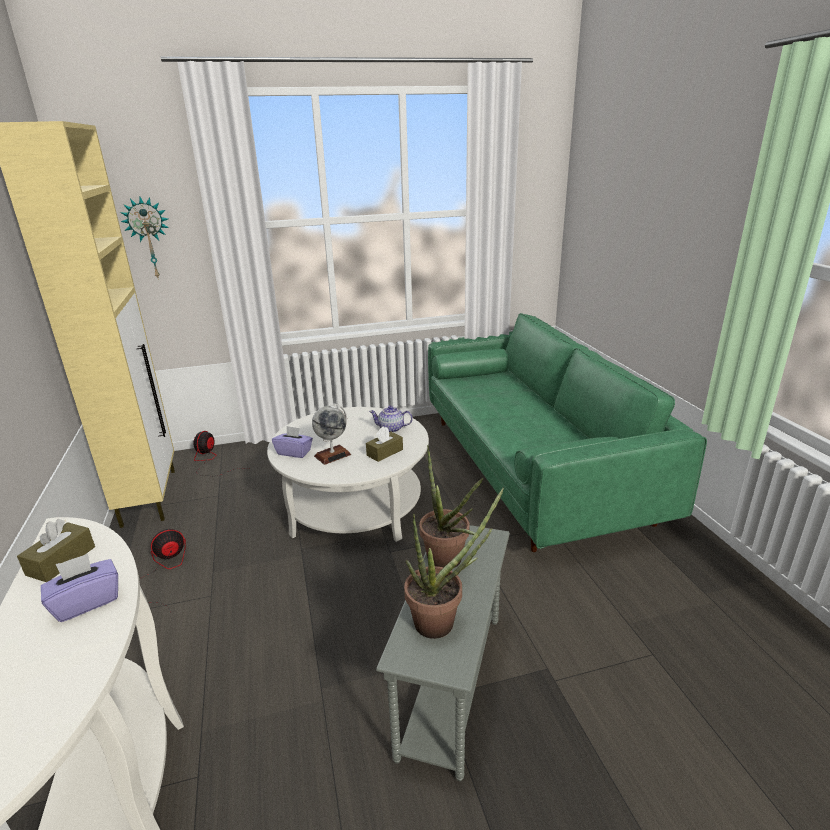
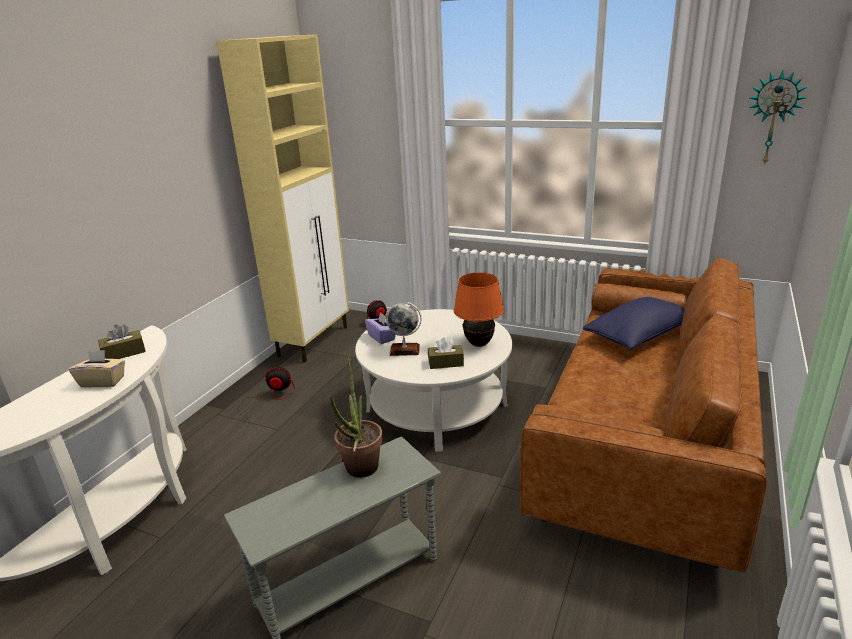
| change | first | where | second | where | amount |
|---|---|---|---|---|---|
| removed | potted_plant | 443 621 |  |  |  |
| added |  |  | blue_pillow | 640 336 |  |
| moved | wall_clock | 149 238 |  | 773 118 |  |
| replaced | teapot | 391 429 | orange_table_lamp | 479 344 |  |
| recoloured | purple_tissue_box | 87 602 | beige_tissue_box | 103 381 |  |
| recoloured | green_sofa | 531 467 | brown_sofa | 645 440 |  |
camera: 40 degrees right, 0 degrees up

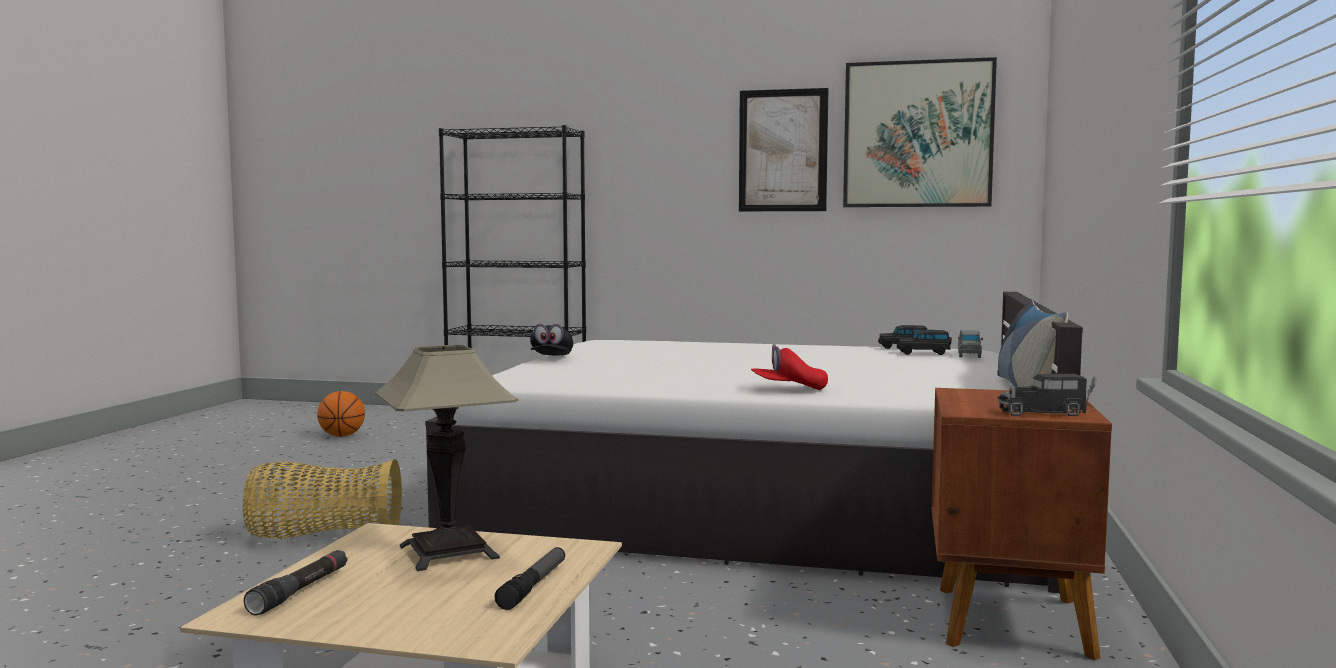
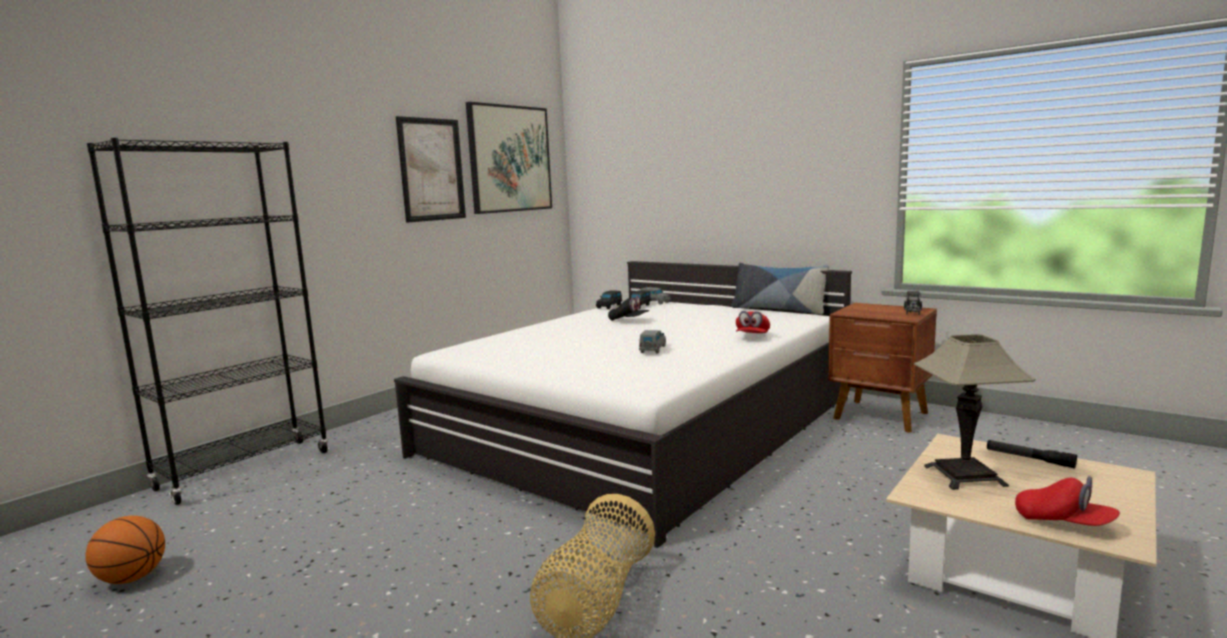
| change | first | where | second | where | amount |
|---|---|---|---|---|---|
| added |  |  | grey_toy_car | 652 350 |  |
| moved | black_cap | 551 358 |  | 628 321 |  |
| replaced | black_flashlight | 300 591 | red_cap | 1063 522 |  |
camera: 65 degrees left, 5 degrees up

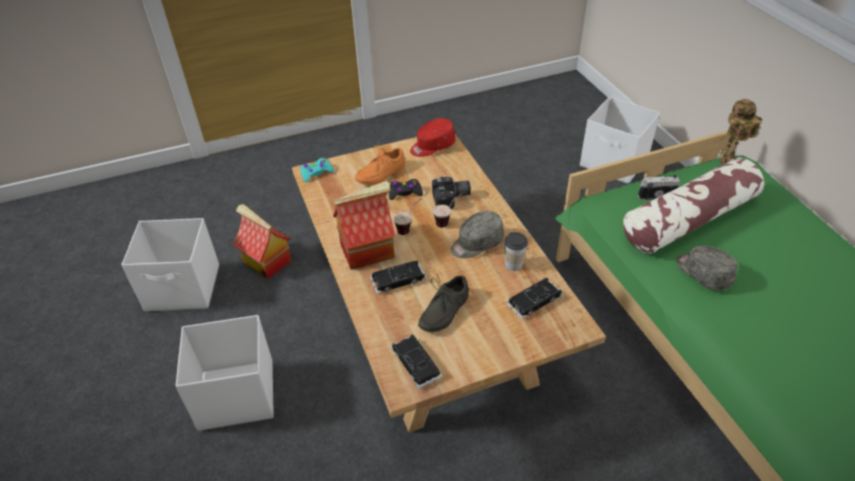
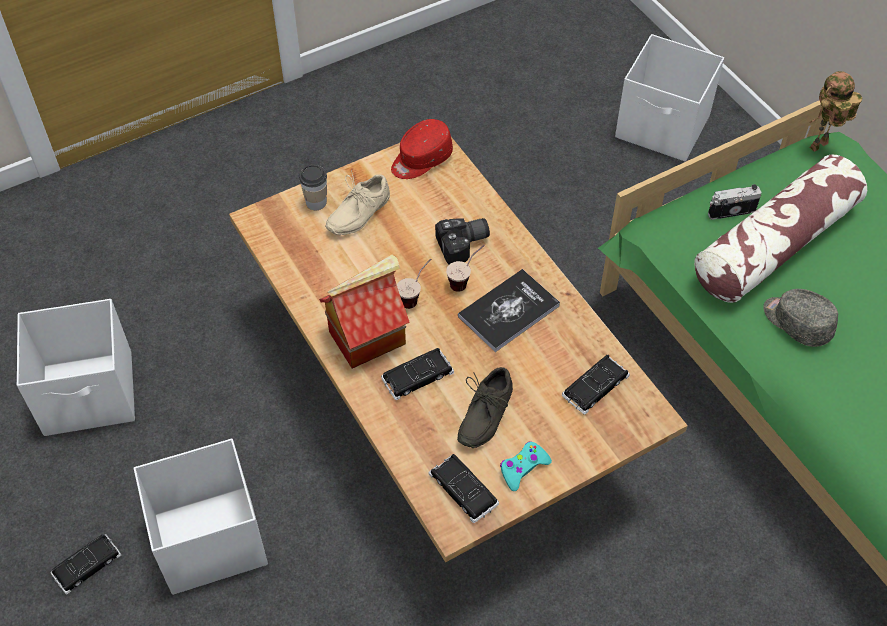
| change | first | where | second | where | amount |
|---|---|---|---|---|---|
| removed | toy_house | 266 262 |  |  |  |
| removed | black_game_controller | 404 193 |  |  |  |
| added |  |  | black_toy_car | 87 565 |  |
| moved | turquoise_game_controller | 316 173 |  | 523 468 |  |
| moved | cup | 513 264 |  | 316 202 |  |
| replaced | grey_cap | 476 243 | book | 508 311 |  |
| recoloured | orange_shoe | 379 173 | beige_shoe | 356 213 |  |
camera: 10 degrees left, 10 degrees up

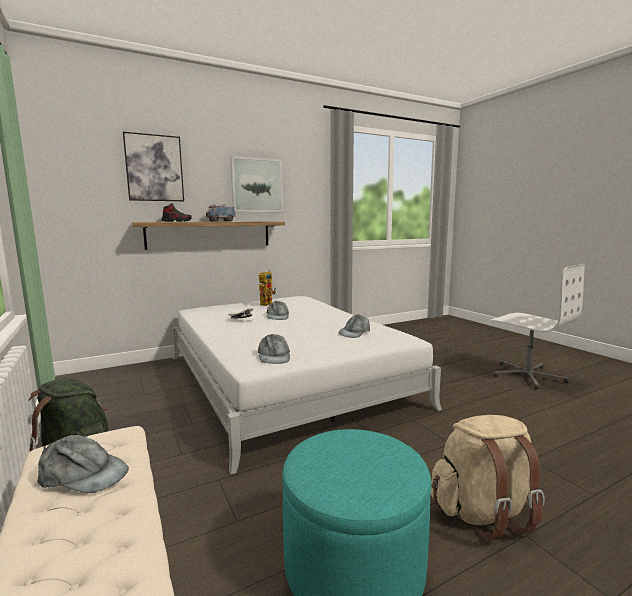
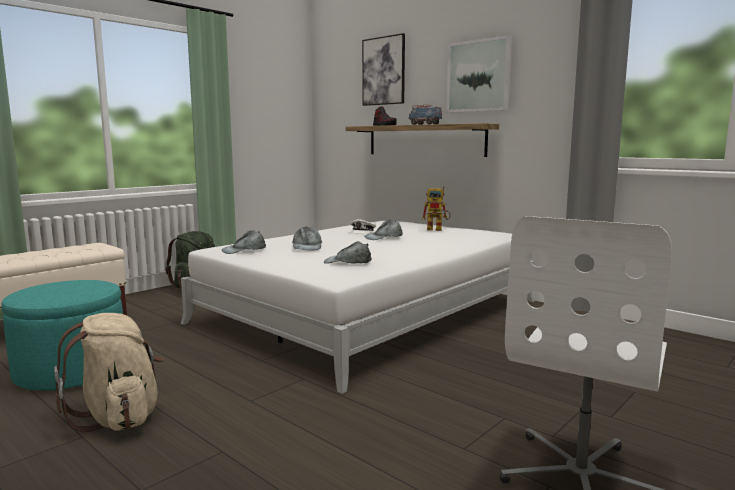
| change | first | where | second | where | amount |
|---|---|---|---|---|---|
| moved | grey_cap | 83 475 |  | 307 246 |  |
camera: 70 degrees right, 0 degrees up

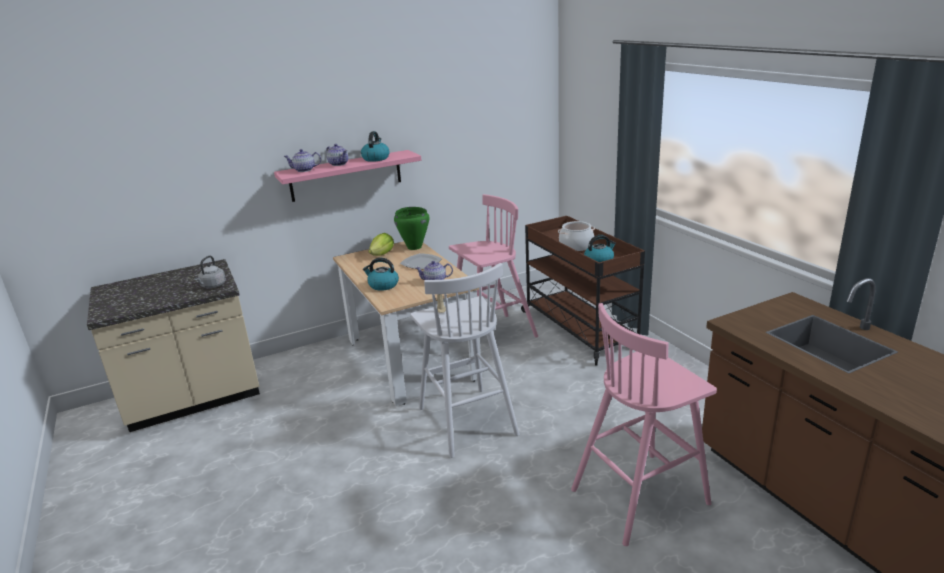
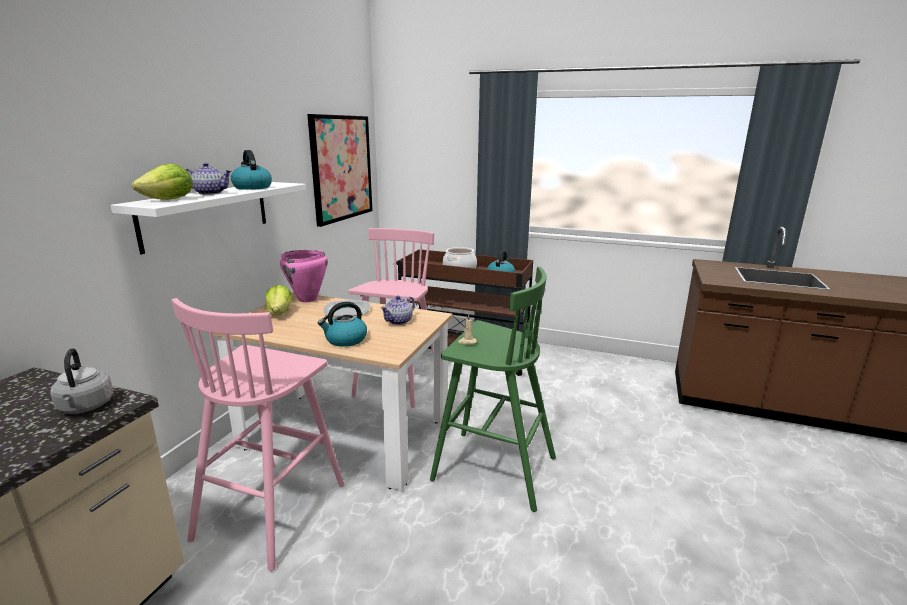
| change | first | where | second | where | amount |
|---|---|---|---|---|---|
| added |  |  | picture | 341 168 |  |
| moved | pink_stool | 641 496 |  | 273 509 |  |
| replaced | teapot | 304 170 | lettuce | 169 200 |  |
| recoloured | pink_shelf | 346 176 | white_shelf | 207 214 |  |
| recoloured | green_cooking_pot | 414 247 | pink_cooking_pot | 307 299 |  |
| recoloured | white_stool | 466 420 | green_stool | 492 468 |  |
camera: 45 degrees left, 5 degrees down

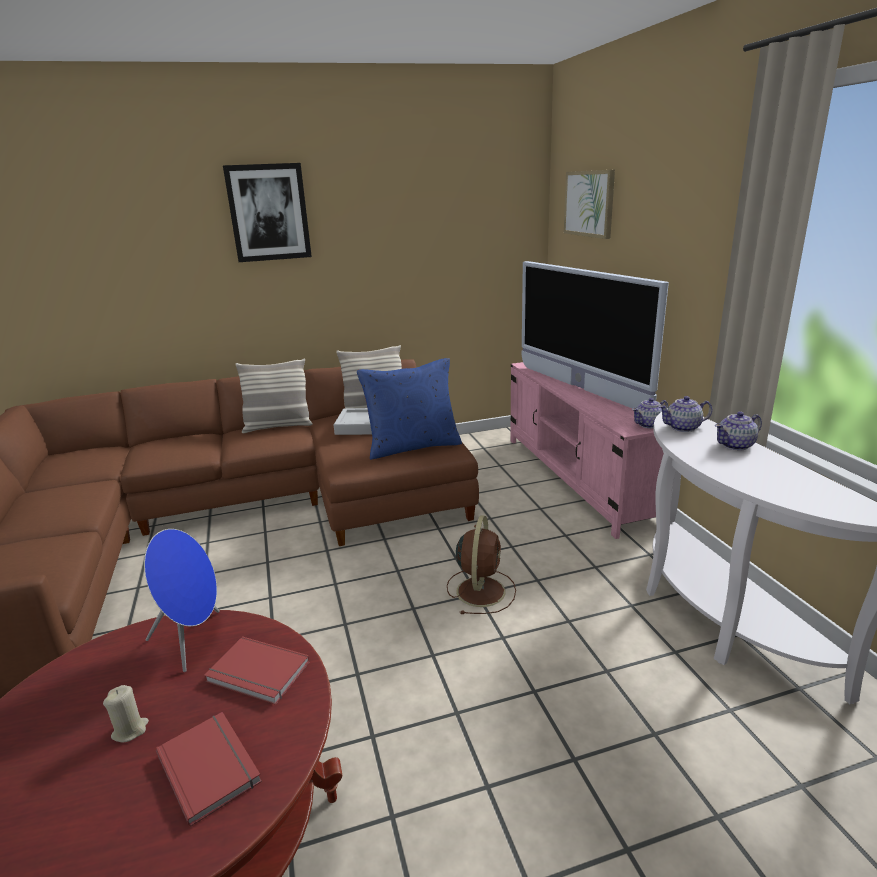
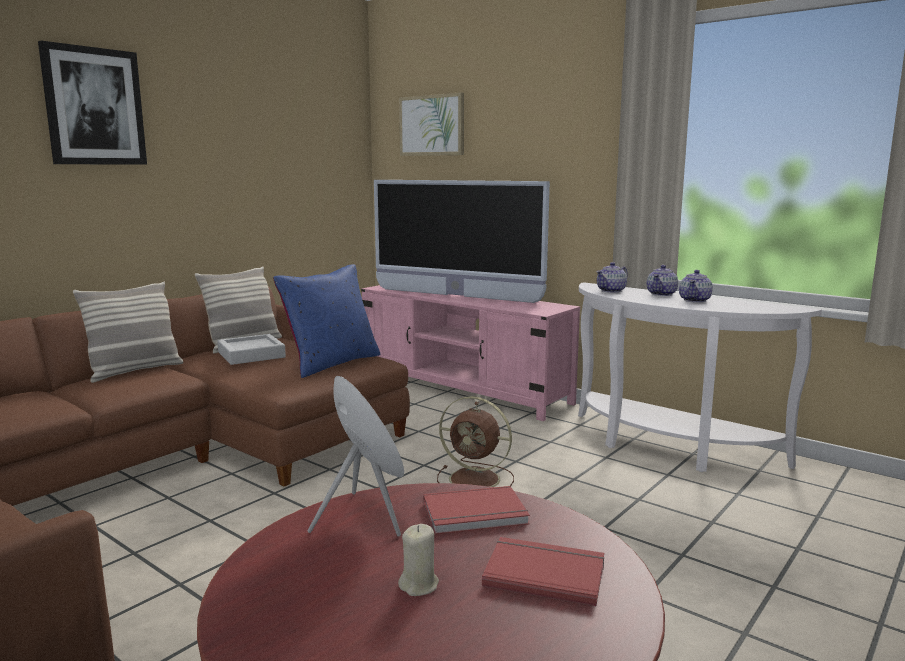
| change | first | where | second | where | amount |
|---|---|---|---|---|---|
| moved | teapot | 649 424 |  | 695 300 |  |
| turned | brown_fan | 481 590 |  | 476 480 | 135 degrees clockwise |
camera: 35 degrees left, 10 degrees down

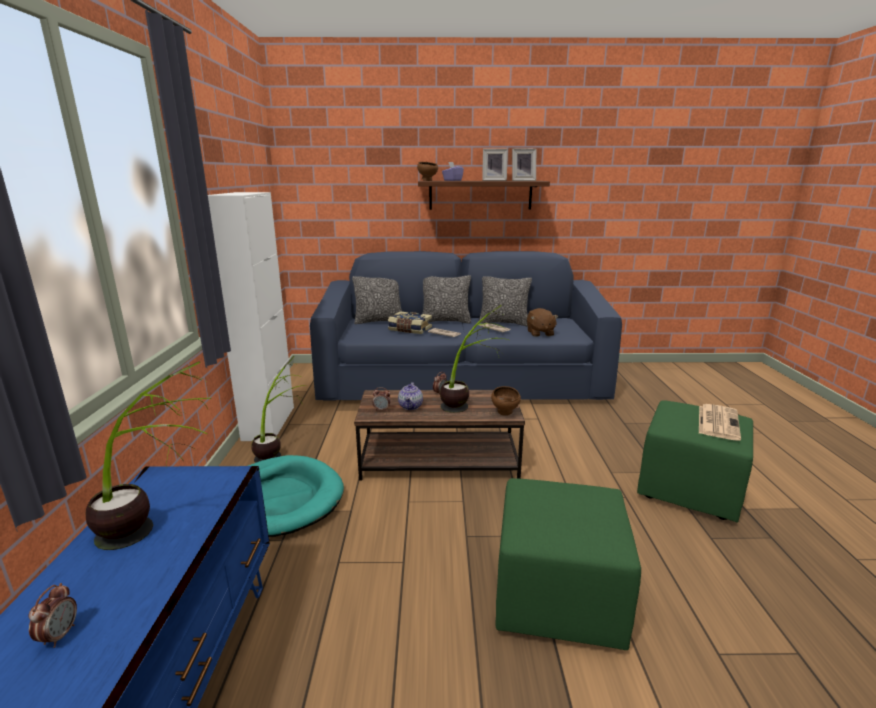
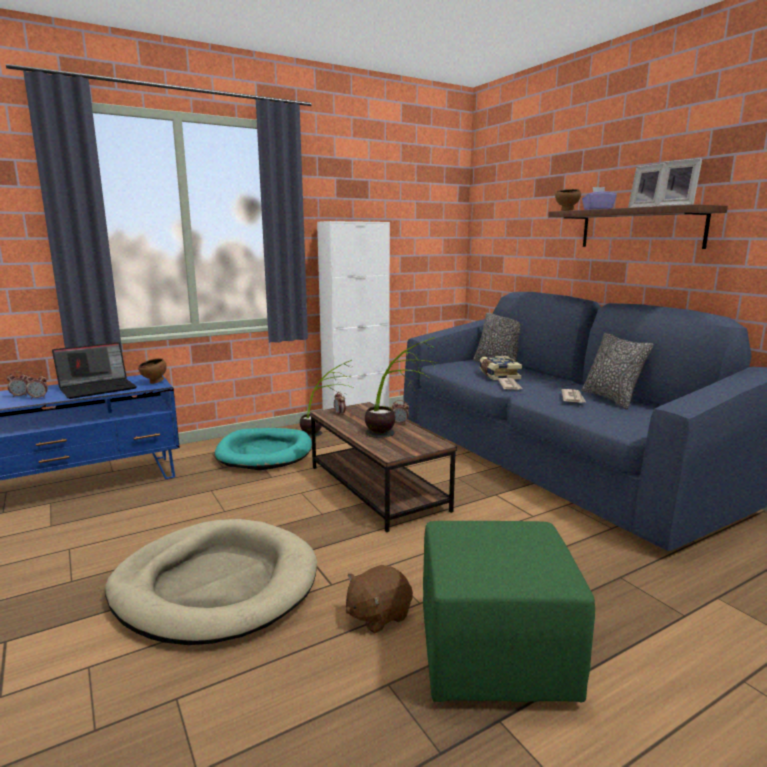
| change | first | where | second | where | amount |
|---|---|---|---|---|---|
| removed | teapot | 411 406 |  |  |  |
| removed | pillow | 446 321 |  |  |  |
| removed | newspaper | 717 422 |  |  |  |
| added |  |  | alarm_clock | 38 398 |  |
| moved | brown_bowl | 505 413 |  | 154 383 |  |
| moved | brown_plush_toy | 540 333 |  | 378 615 |  |
| replaced | potted_plant | 157 530 | laptop | 98 388 |  |
| replaced | green_ottoman | 556 597 | beige_dog_bed | 215 585 |  |
camera: 60 degrees right, 5 degrees down

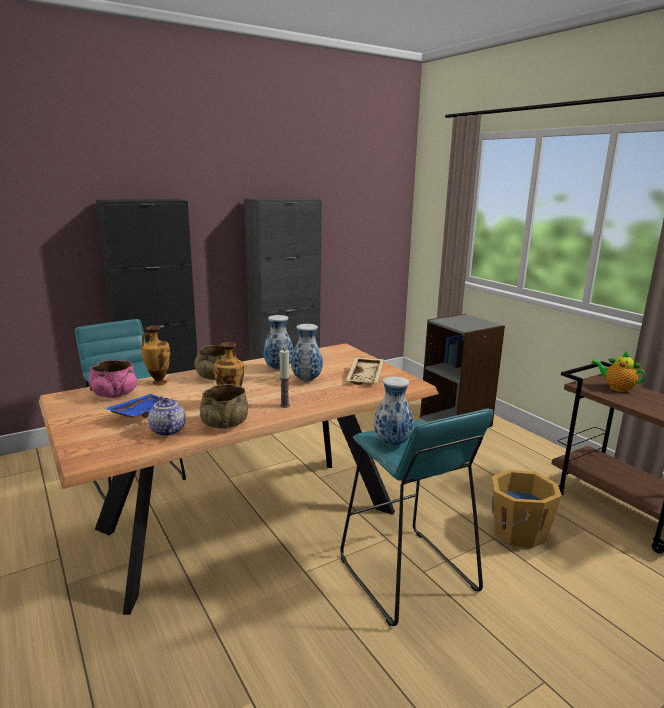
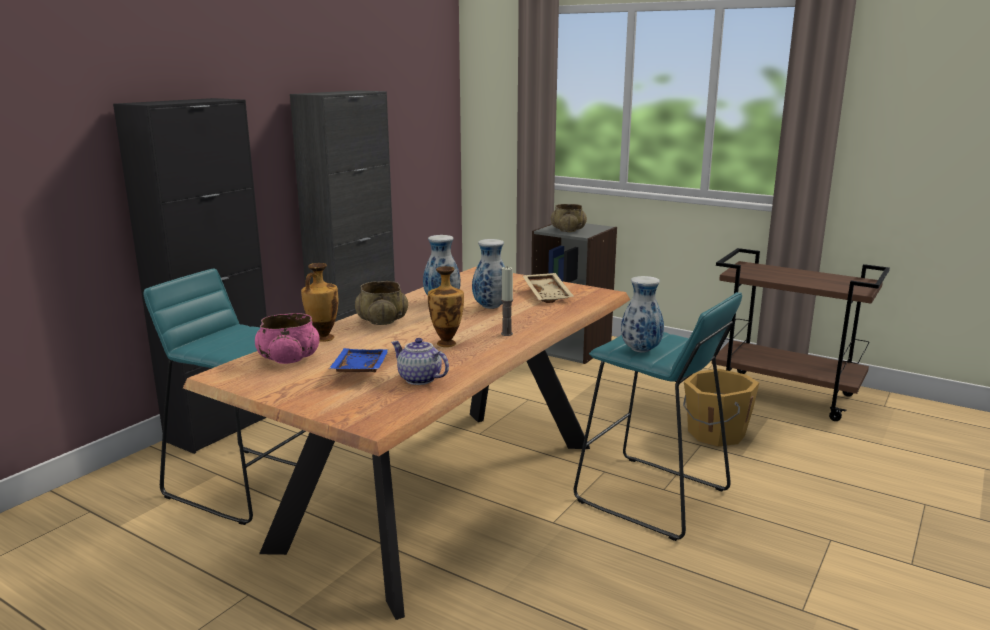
| change | first | where | second | where | amount |
|---|---|---|---|---|---|
| removed | teapot | 616 388 |  |  |  |
| moved | beige_bowl | 225 423 |  | 568 230 |  |
camera: 25 degrees left, 0 degrees up

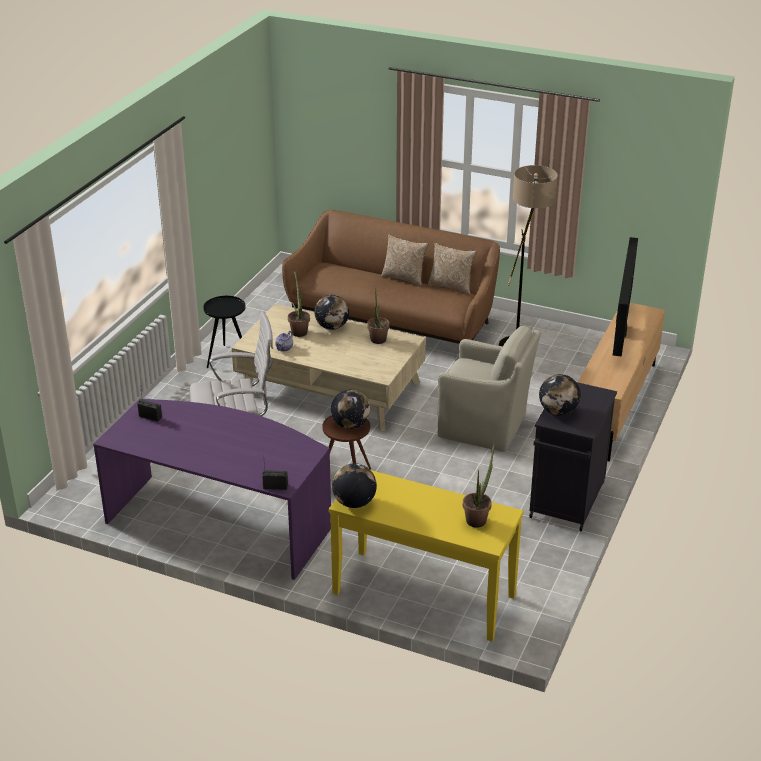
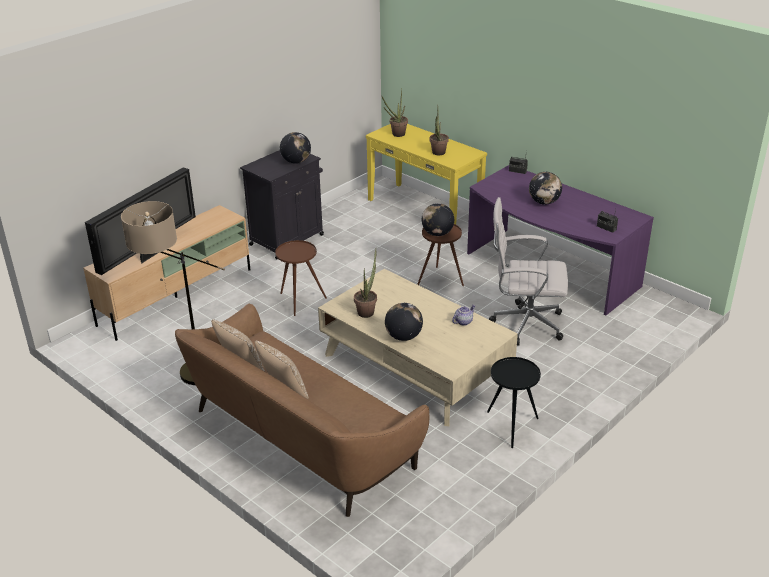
| change | first | where | second | where | amount |
|---|---|---|---|---|---|
| moved | potted_plant | 299 331 |  | 438 154 |  |
| moved | globe | 354 502 |  | 544 202 |  |
| replaced | beige_armchair | 485 427 | brown_side_table | 299 301 |  |
camera: 160 degrees left, 0 degrees up

